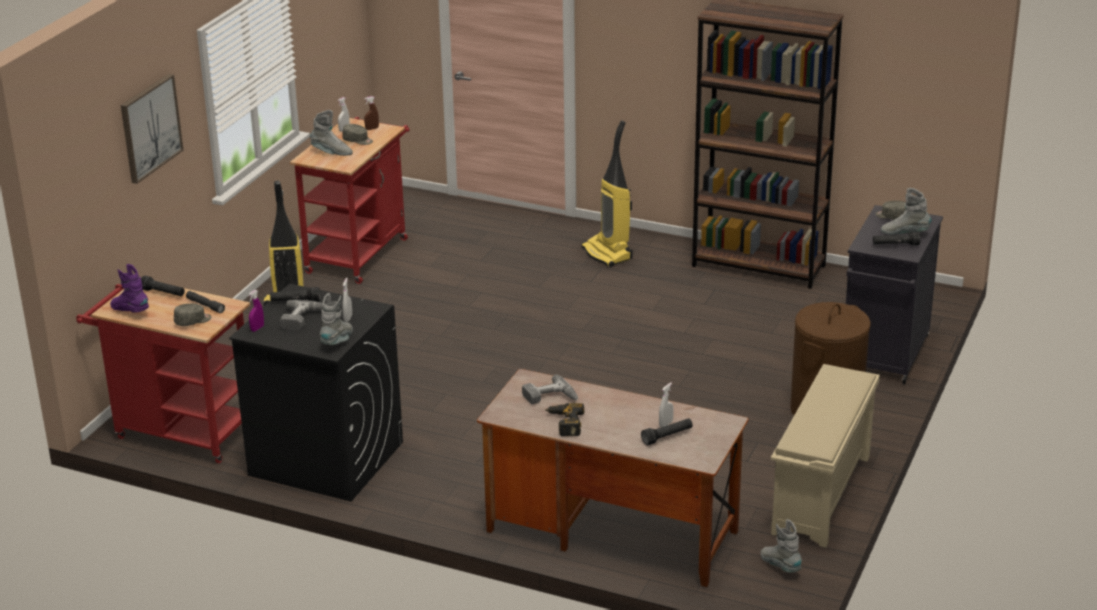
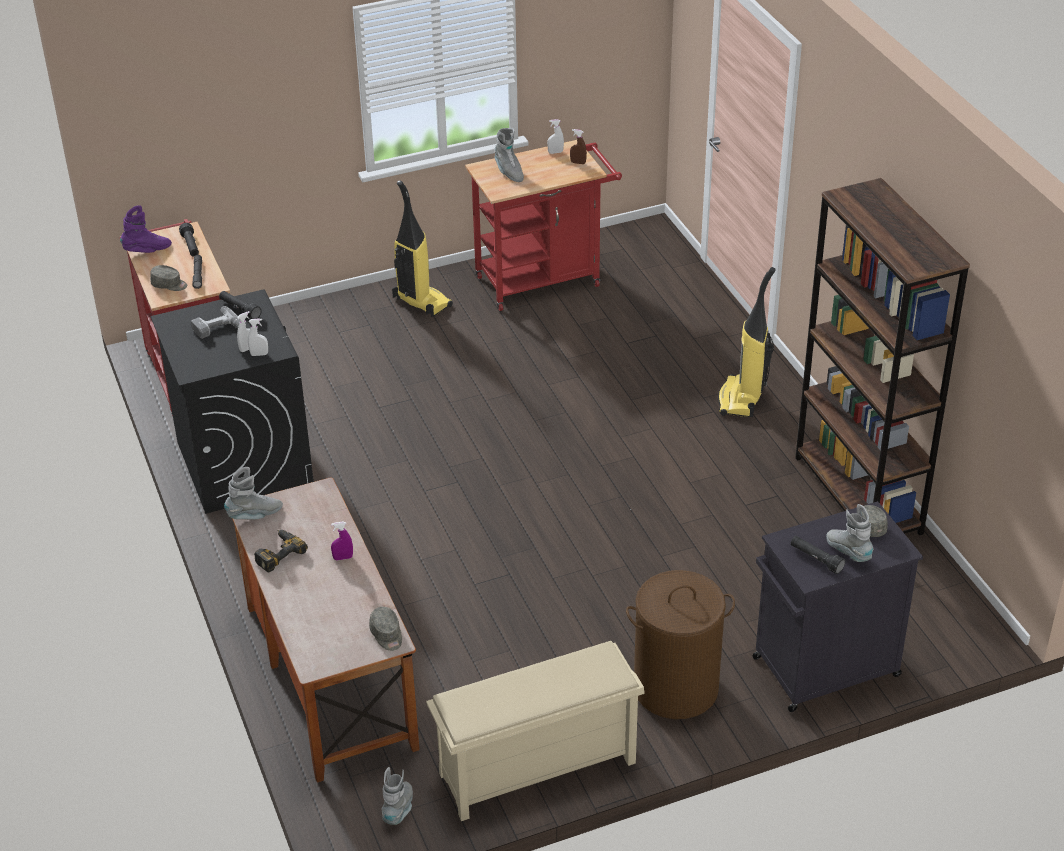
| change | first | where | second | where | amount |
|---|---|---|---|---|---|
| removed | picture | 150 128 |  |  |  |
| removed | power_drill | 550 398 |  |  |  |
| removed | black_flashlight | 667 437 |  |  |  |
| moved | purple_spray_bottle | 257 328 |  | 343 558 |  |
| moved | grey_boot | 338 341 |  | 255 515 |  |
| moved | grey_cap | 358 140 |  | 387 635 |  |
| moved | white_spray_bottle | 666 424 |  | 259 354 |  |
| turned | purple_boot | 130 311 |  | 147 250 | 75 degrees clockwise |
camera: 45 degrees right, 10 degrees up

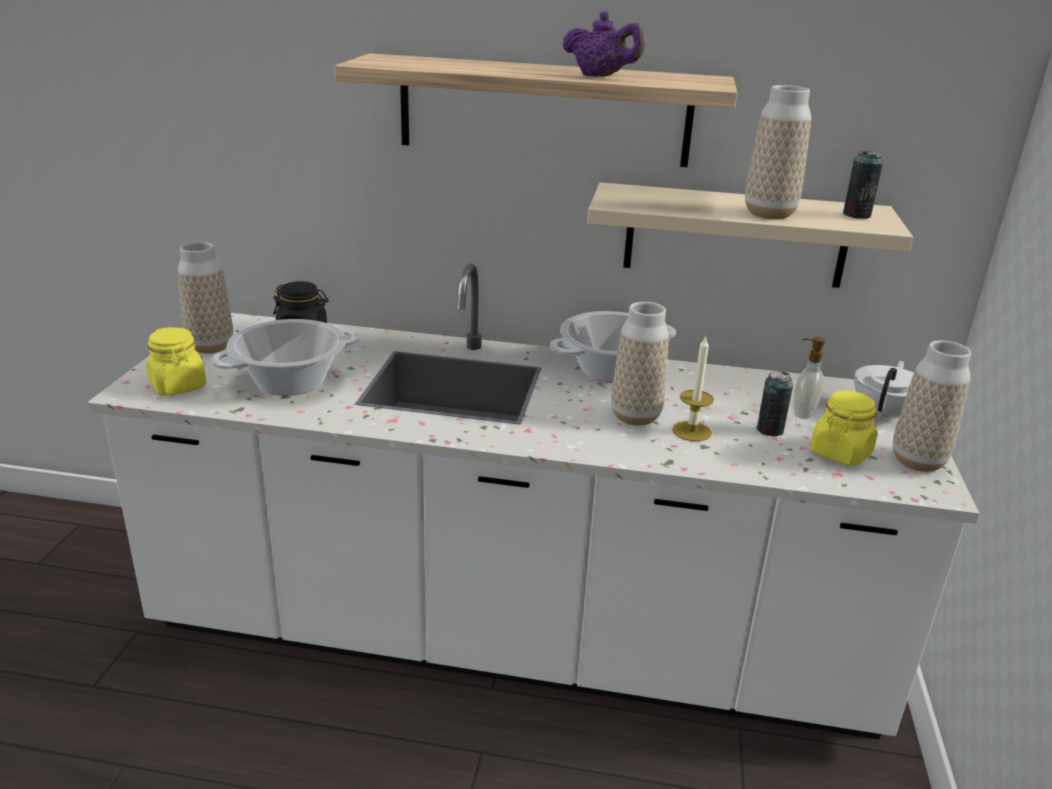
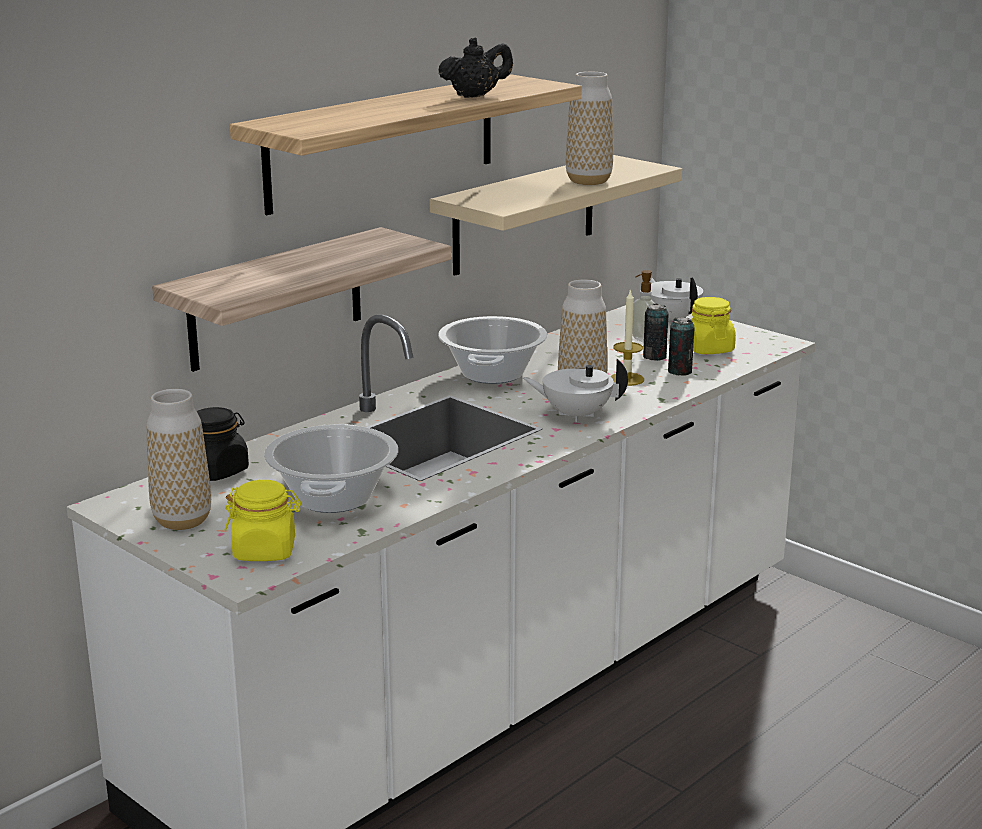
| change | first | where | second | where | amount |
|---|---|---|---|---|---|
| removed | vase | 917 461 |  |  |  |
| added |  |  | shelf | 276 299 |  |
| added |  |  | white_teapot | 576 415 |  |
| moved | can | 856 215 |  | 679 371 |  |
| recoloured | purple_teapot | 600 77 | black_teapot | 475 96 |  |
camera: 55 degrees left, 5 degrees down

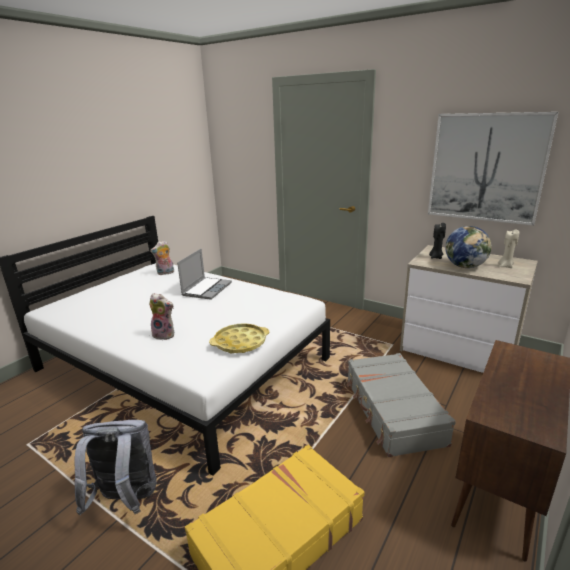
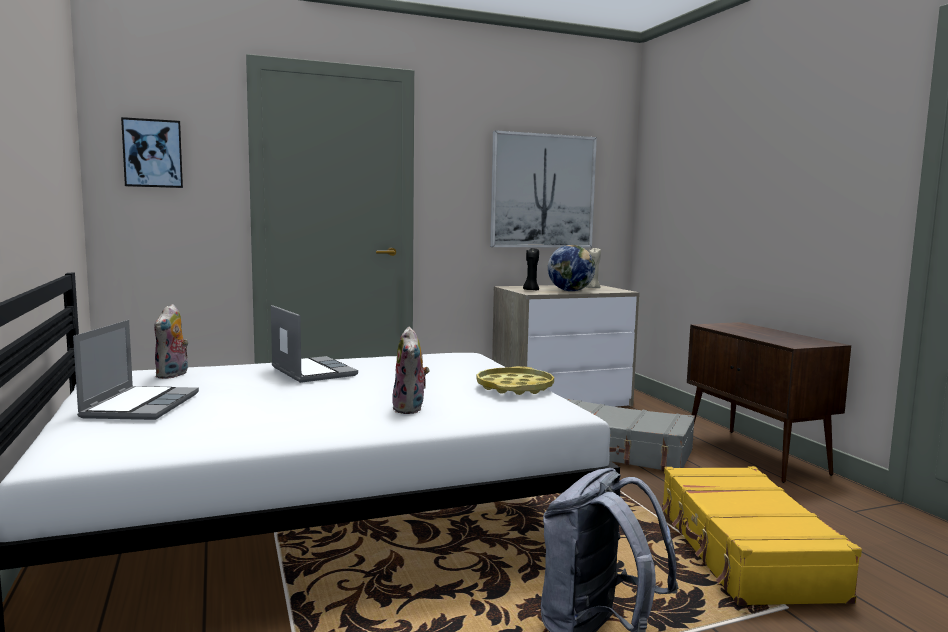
| change | first | where | second | where | amount |
|---|---|---|---|---|---|
| added |  |  | laptop | 140 405 |  |
| added |  |  | picture | 153 153 |  |
| turned | plush_toy | 165 334 |  | 411 409 | 120 degrees clockwise |
camera: 55 degrees left, 15 degrees down

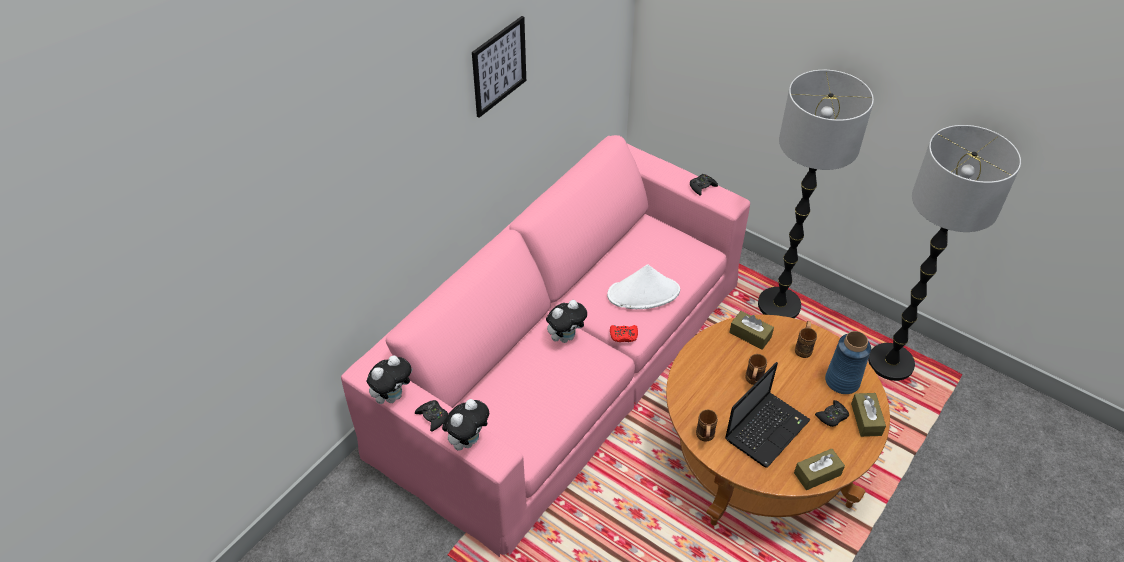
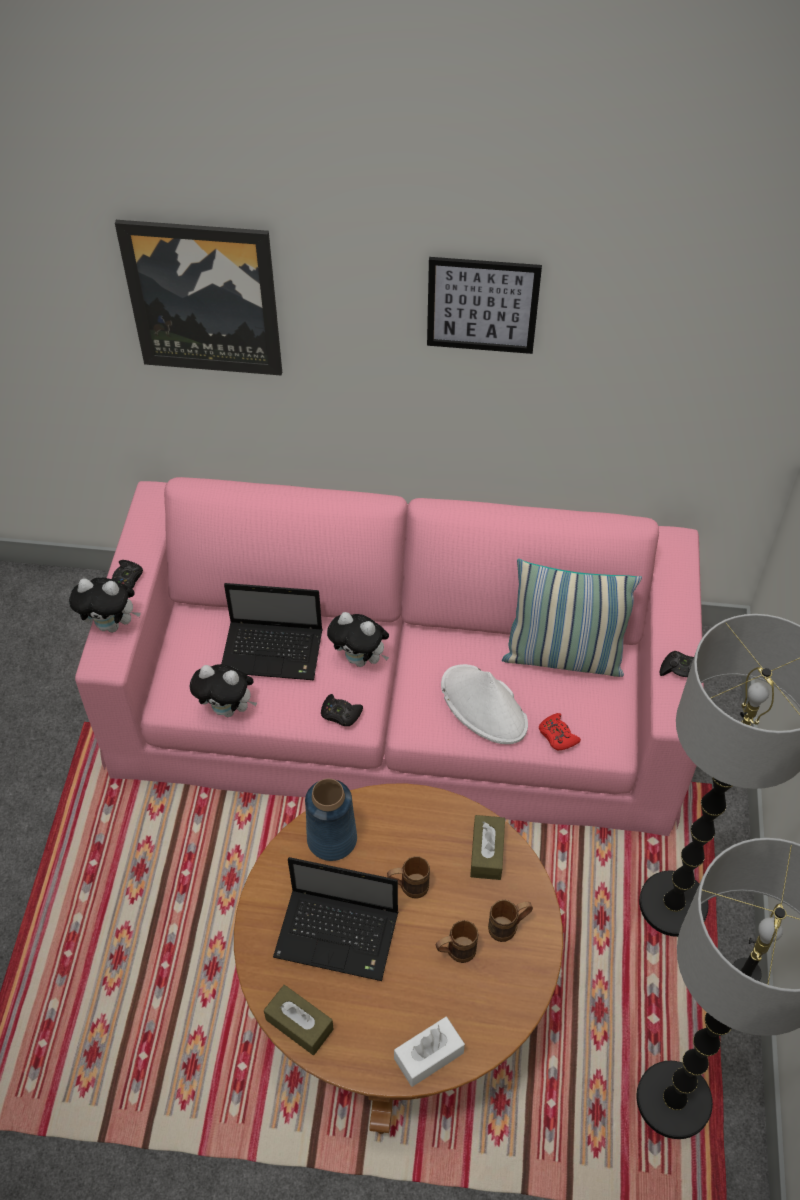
| change | first | where | second | where | amount |
|---|---|---|---|---|---|
| added |  |  | picture | 204 297 |  |
| added |  |  | laptop | 274 651 |  |
| added |  |  | pillow | 563 657 |  |
| moved | plush_toy | 392 396 |  | 228 709 |  |
| moved | red_game_controller | 623 336 |  | 557 735 |  |
| moved | brown_mug | 704 438 |  | 455 952 |  |
| moved | black_game_controller | 832 416 |  | 340 714 |  |
| moved | blue_vase | 842 381 |  | 331 839 |  |
| recoloured | brown_tissue_box | 866 419 | white_tissue_box | 428 1056 |  |
camera: 60 degrees right, 5 degrees up

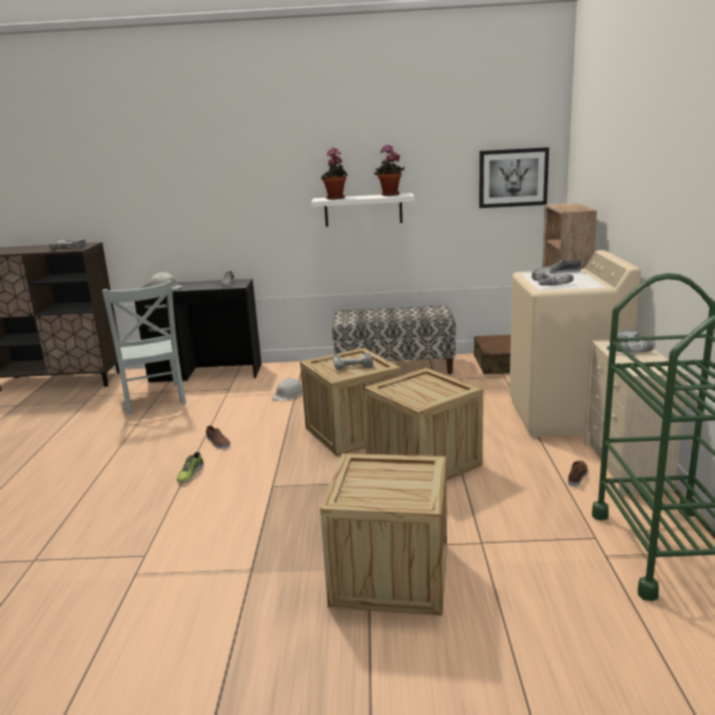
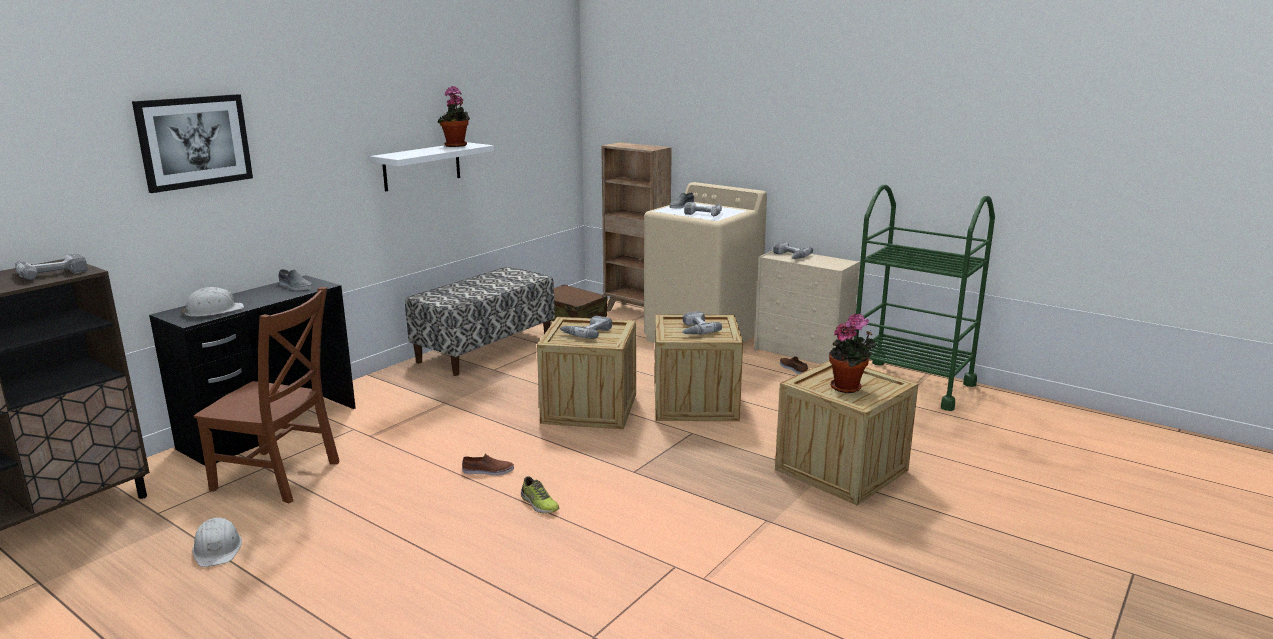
| change | first | where | second | where | amount |
|---|---|---|---|---|---|
| added |  |  | power_drill | 694 329 |  |
| moved | white_hard_hat | 288 395 |  | 217 549 |  |
| moved | potted_plant | 336 198 |  | 848 387 |  |
| moved | picture | 513 178 |  | 194 141 |  |
| recoloured | grey_chair | 153 400 | brown_chair | 280 477 |  |
camera: 55 degrees left, 0 degrees up

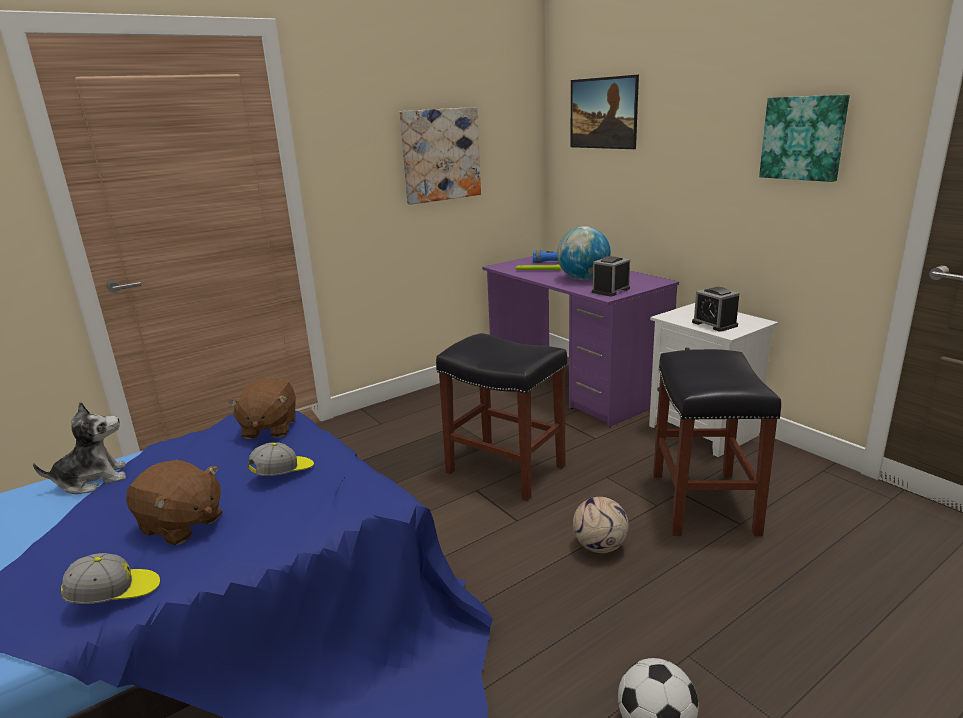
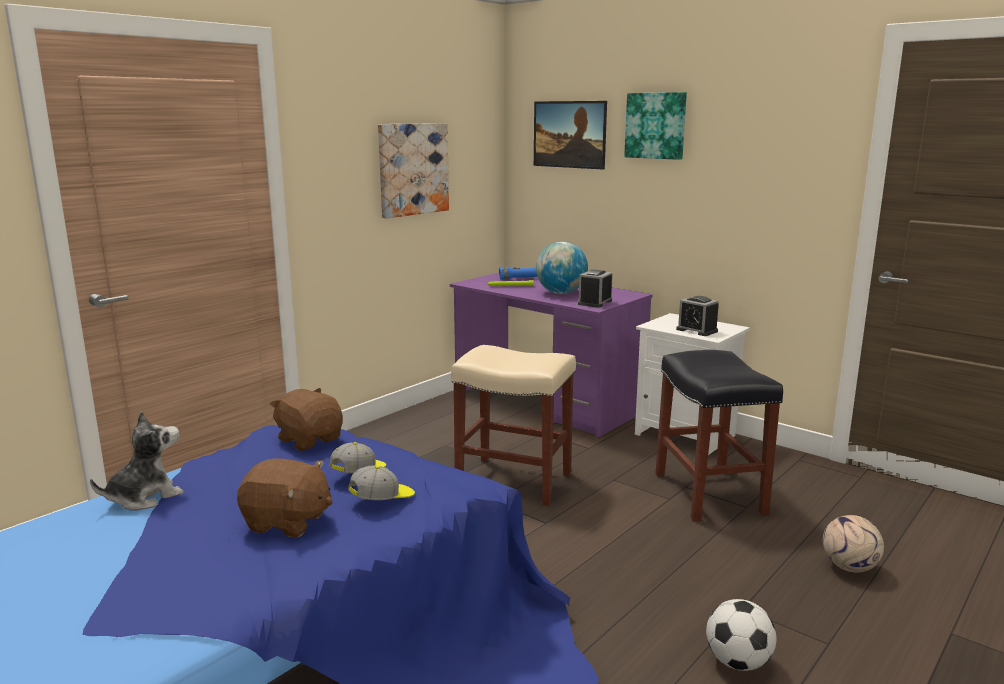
| change | first | where | second | where | amount |
|---|---|---|---|---|---|
| moved | cap | 115 594 |  | 382 499 |  |
| moved | football | 600 546 |  | 849 567 |  |
| moved | picture | 803 138 |  | 656 125 |  |
| recoloured | black_stool | 507 469 | beige_stool | 515 481 |  |
| turned | brown_plush_toy | 269 428 |  | 310 440 | 150 degrees clockwise |
camera: 15 degrees left, 5 degrees down

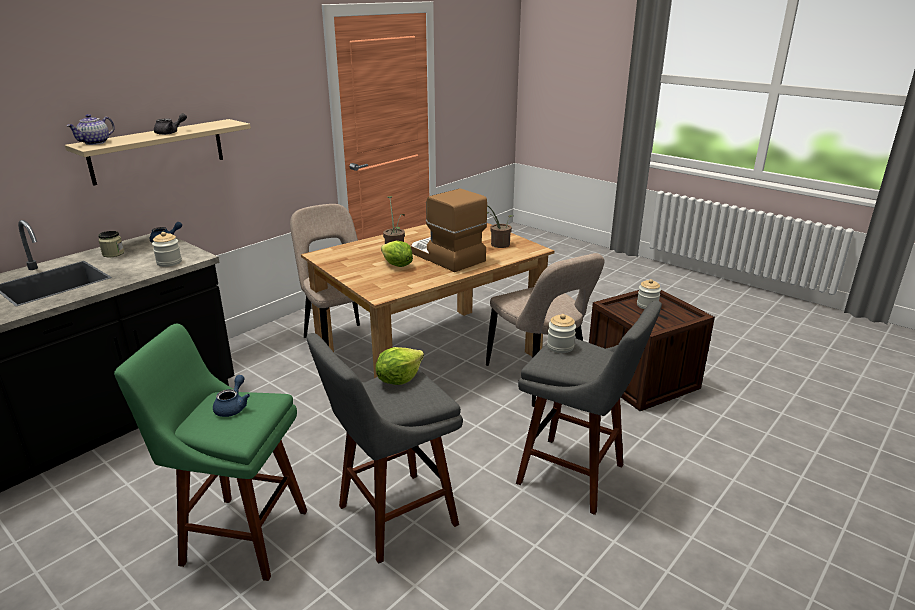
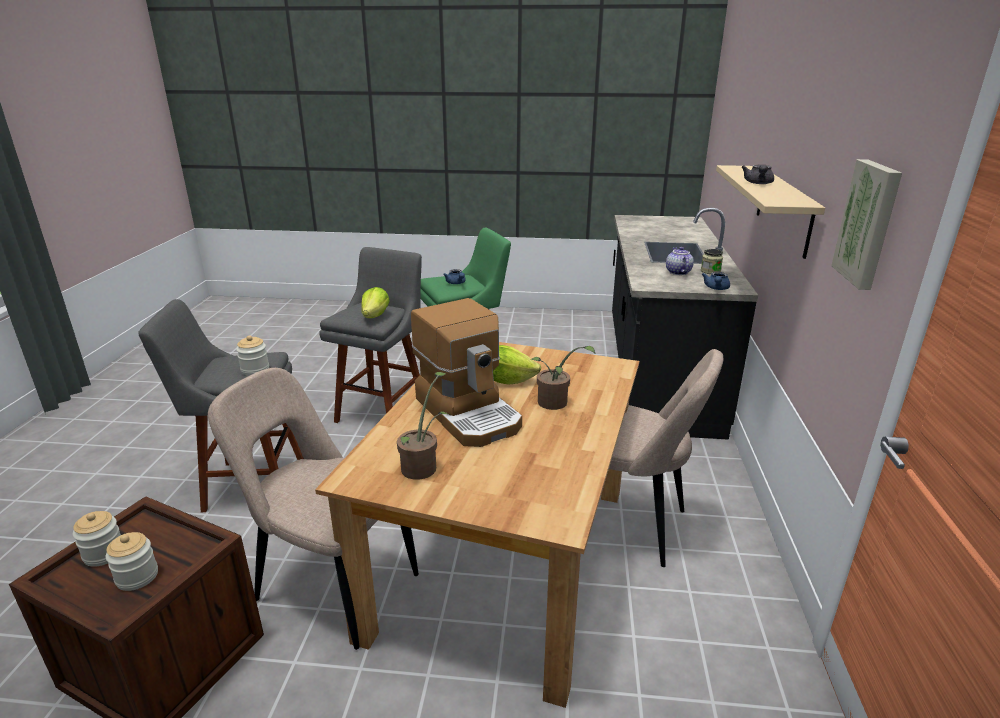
| change | first | where | second | where | amount |
|---|---|---|---|---|---|
| added |  |  | picture | 869 223 |  |
| moved | teapot | 95 143 |  | 677 272 |  |
| moved | jar | 169 262 |  | 104 554 |  |
| turned | coffee_machine | 446 257 |  | 469 413 | 45 degrees clockwise |
camera: 145 degrees right, 0 degrees up

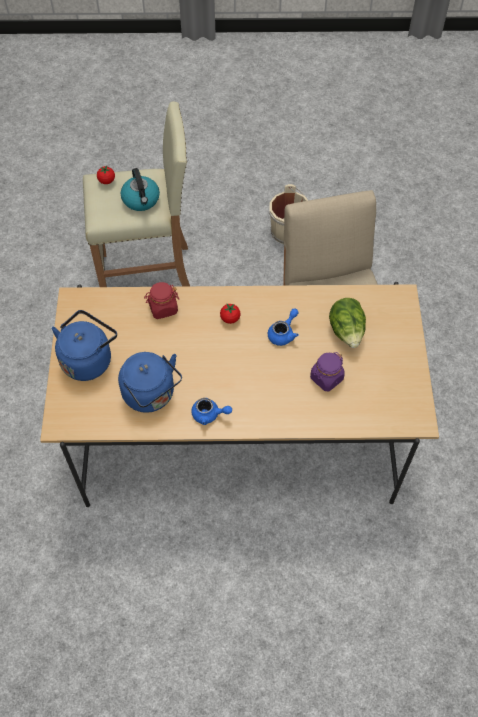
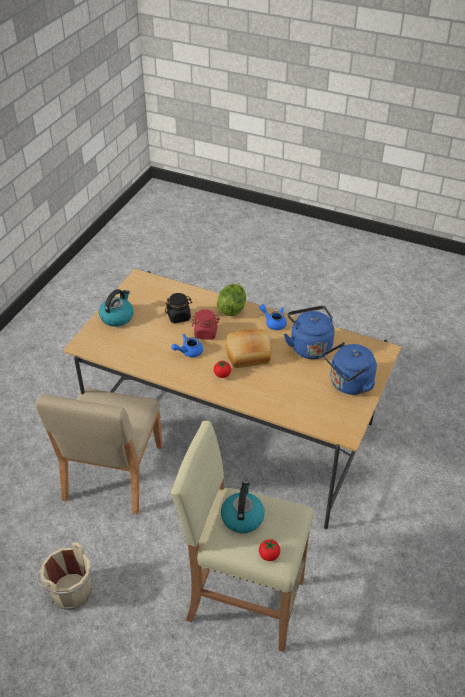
| change | first | where | second | where | amount |
|---|---|---|---|---|---|
| added |  |  | kettle | 117 317 |  |
| added |  |  | bread | 248 355 |  |
| moved | red_jar | 163 308 |  | 206 333 |  |
| moved | lettuce | 346 332 |  | 232 308 |  |
| recoloured | purple_jar | 326 378 | black_jar | 179 316 |  |
camera: 155 degrees left, 15 degrees down

